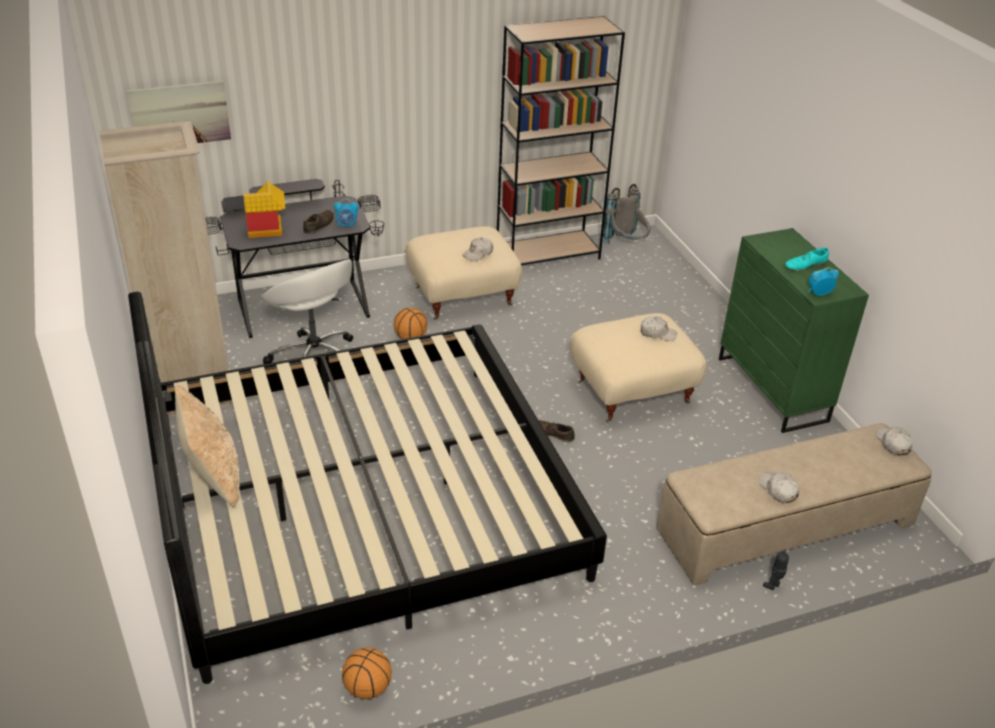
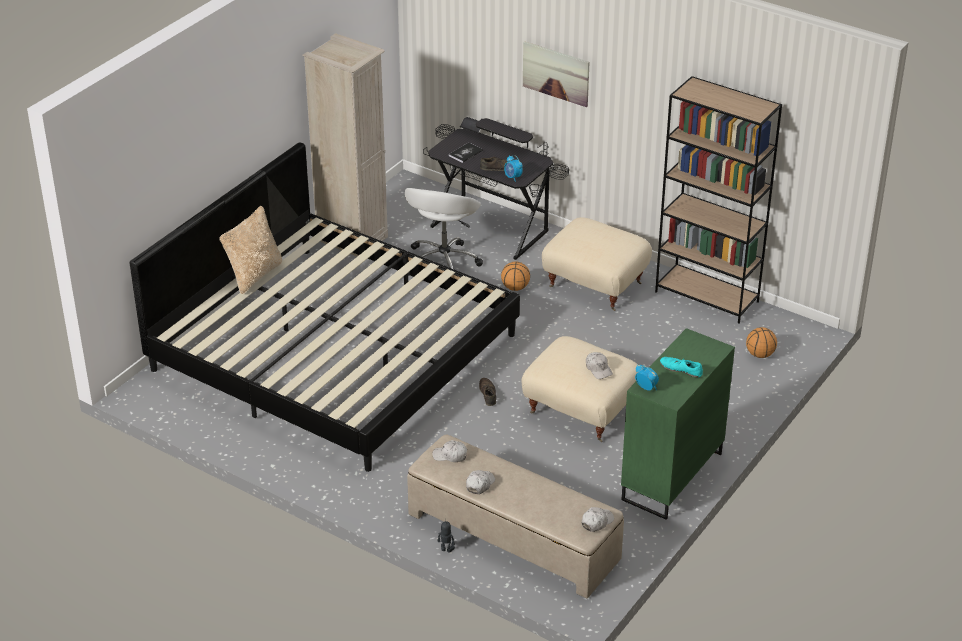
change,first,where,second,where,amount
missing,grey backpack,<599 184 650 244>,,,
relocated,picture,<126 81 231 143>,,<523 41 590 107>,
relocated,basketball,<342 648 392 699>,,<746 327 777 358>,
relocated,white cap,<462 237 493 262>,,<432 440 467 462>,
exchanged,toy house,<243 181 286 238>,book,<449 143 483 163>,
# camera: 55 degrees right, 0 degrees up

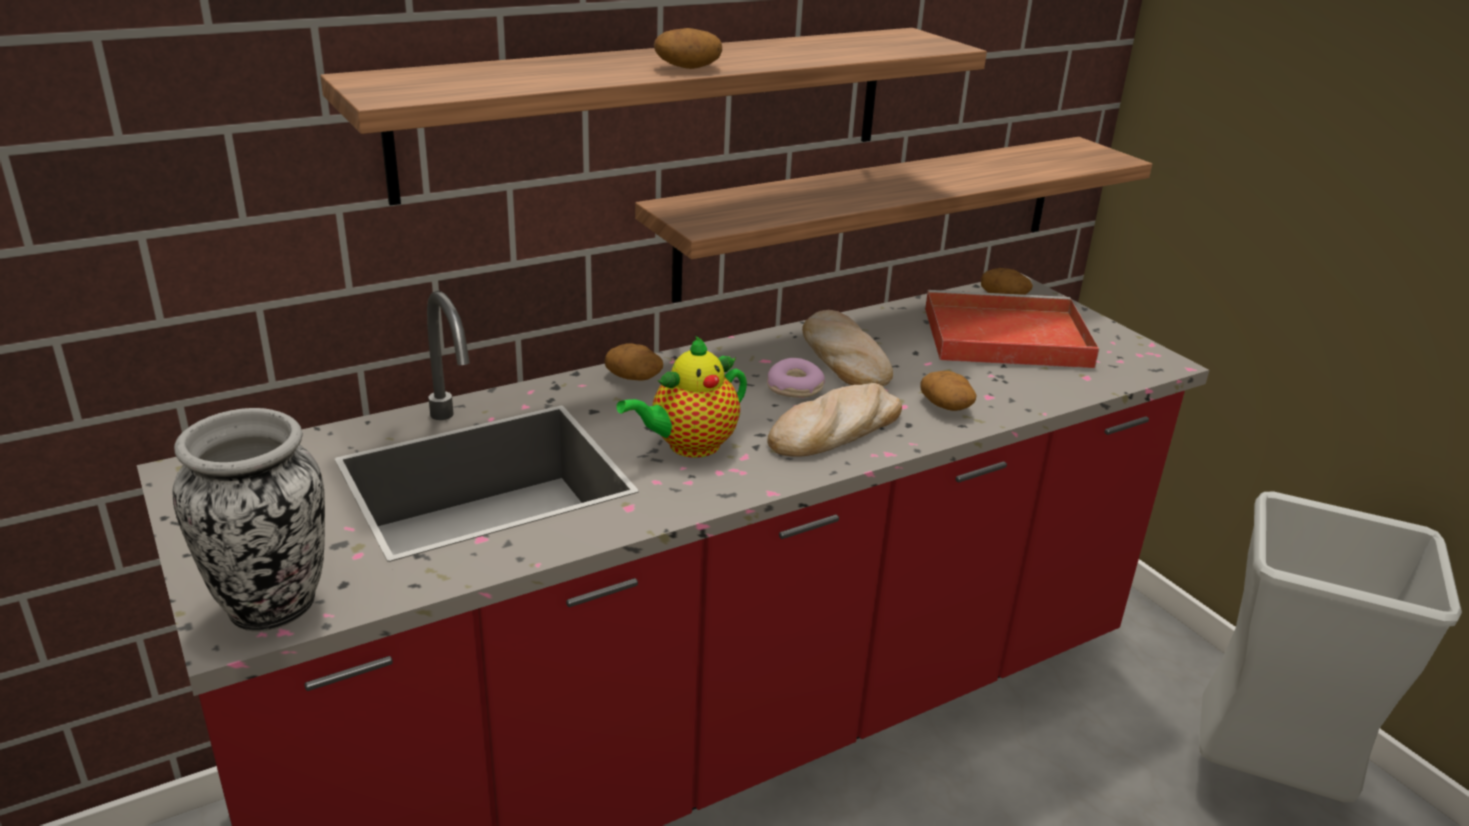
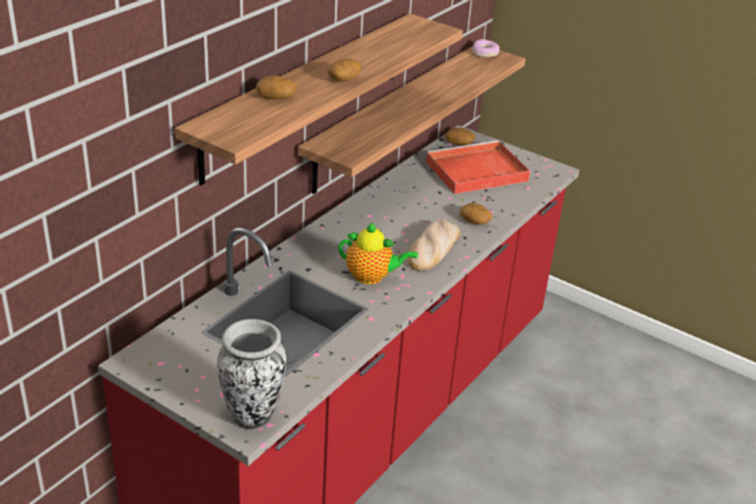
change,first,where,second,where,amount
missing,bread,<802 310 893 386>,,,
missing,grey trash can,<1199 492 1462 802>,,,
relocated,potato,<604 343 663 380>,,<256 76 297 99>,
relocated,donut,<767 358 825 398>,,<472 39 500 57>,
spun,teapot,<616 336 747 458>,,<338 222 418 285>,105 degrees counterclockwise
# camera: 25 degrees left, 5 degrees up

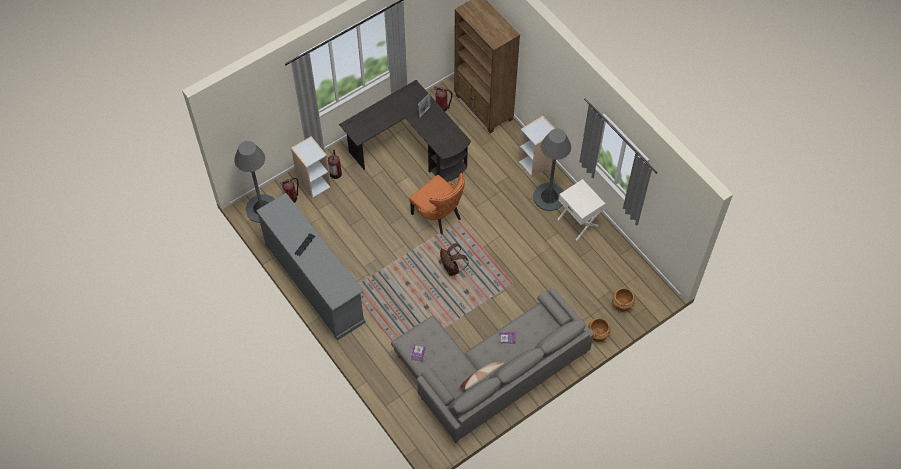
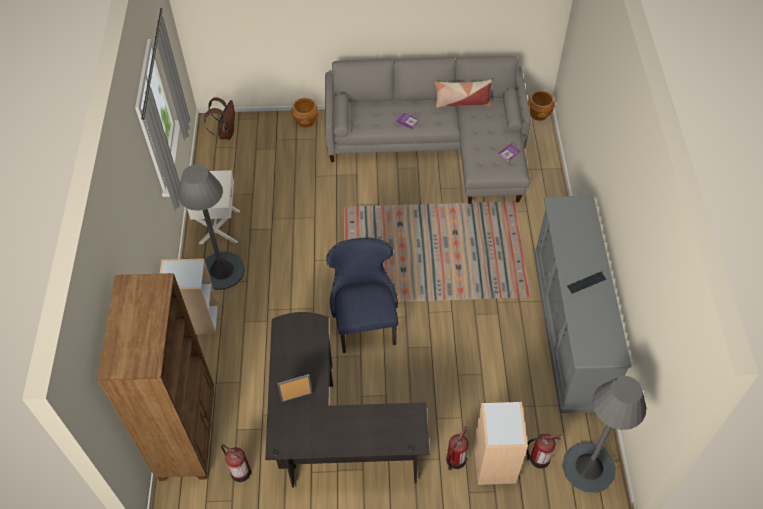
change,first,where,second,where,amount
relocated,brown backpack,<440 243 469 276>,,<204 97 236 140>,
relocated,brown planter,<612 288 635 312>,,<528 91 555 121>,
colour,orange chair,<409 173 465 235>,blue chair,<326 237 398 353>,
# camera: 145 degrees left, 5 degrees down

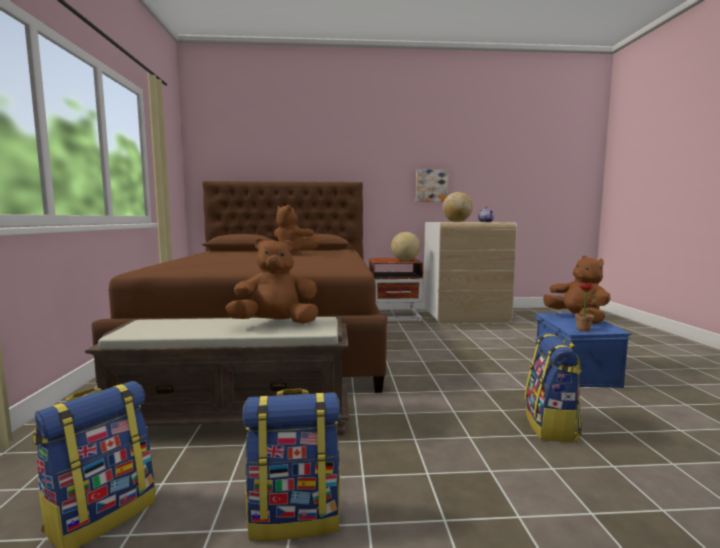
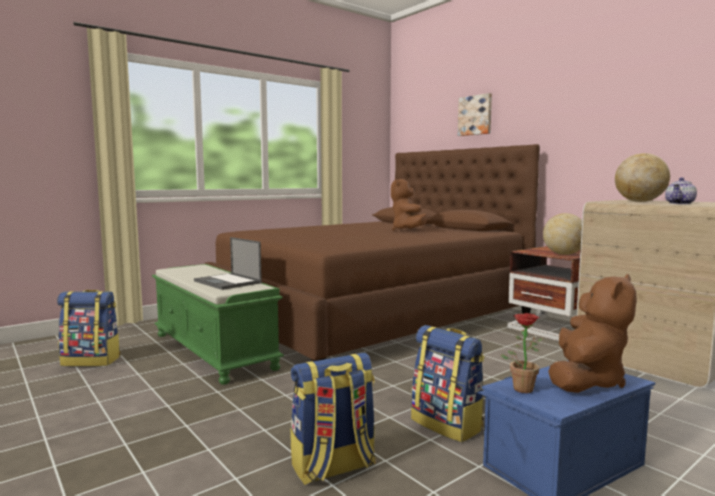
change,first,where,second,where,amount
relocated,backpack,<243 389 340 541>,,<411 325 484 442>,
relocated,picture,<416 169 449 202>,,<458 93 492 136>,
exchanged,brown plush toy,<225 238 319 324>,laptop,<194 237 262 290>,
colour,brown bench,<85 316 349 435>,green bench,<152 264 284 385>,
# camera: 55 degrees right, 0 degrees up

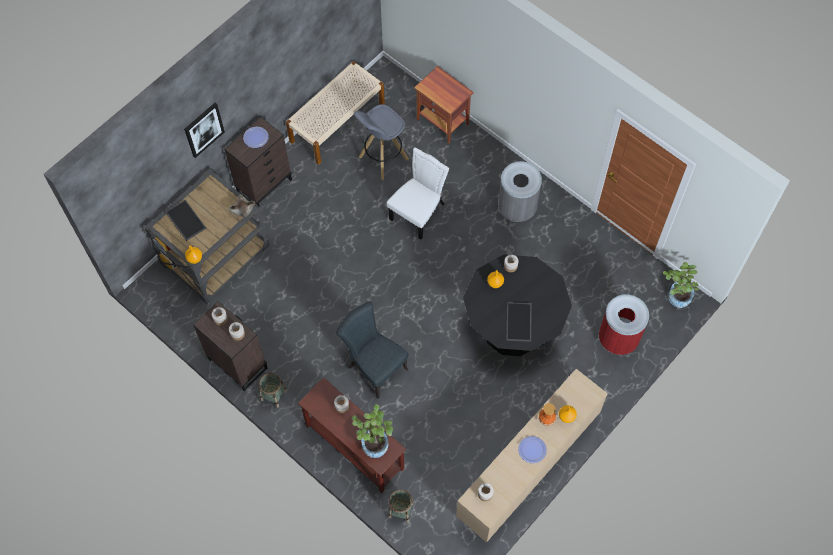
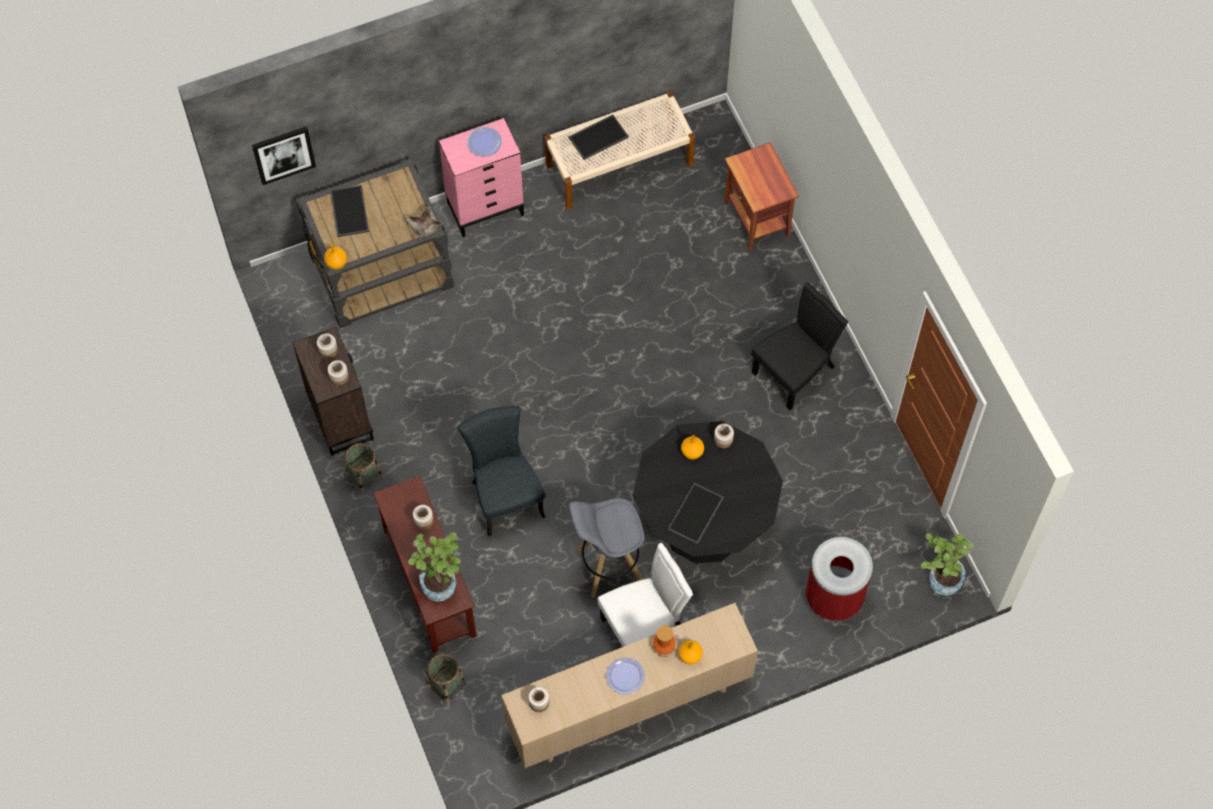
change,first,where,second,where,amount
appeared,,,tray,<568 114 629 160>,
relocated,picture,<184 103 225 158>,,<252 126 316 185>,
relocated,grey stool,<354 104 409 180>,,<569 498 645 598>,
relocated,white chair,<387 147 449 240>,,<597 543 693 647>,
exchanged,grey trash can,<498 161 542 222>,black chair,<751 282 848 410>,
colour,brown dresser,<224 117 292 207>,pink dresser,<439 118 524 237>,
# camera: 25 degrees right, 0 degrees up

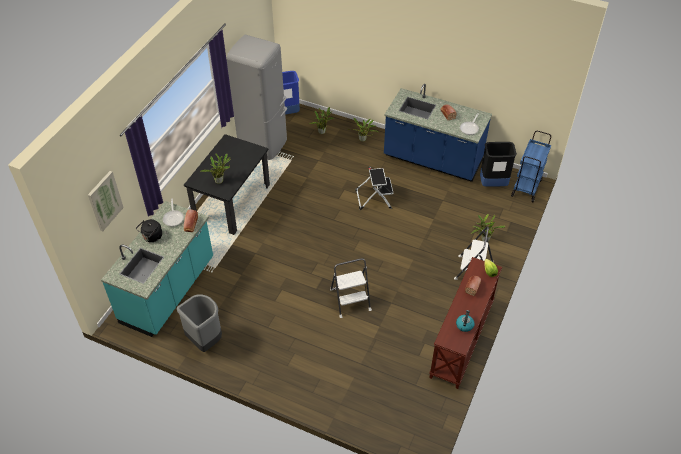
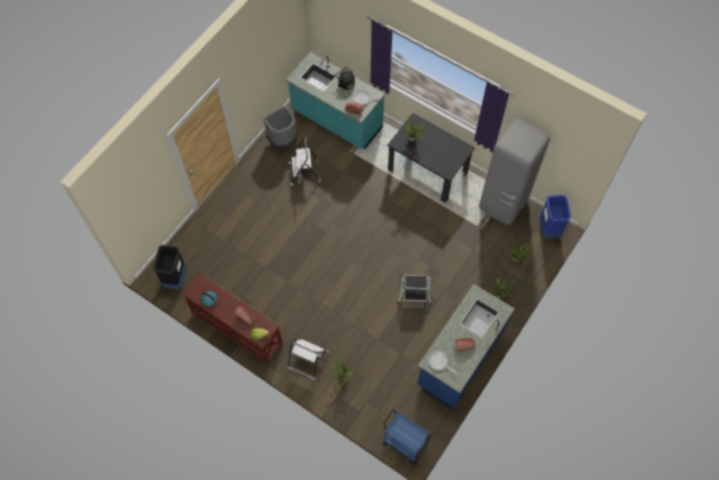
change,first,where,second,where,amount
missing,picture,<88 171 124 231>,,,
relocated,white step ladder,<330 258 372 318>,,<288 137 321 186>,
relocated,black trash can,<480 142 517 187>,,<153 245 186 289>,
# camera: 100 degrees right, 15 degrees up

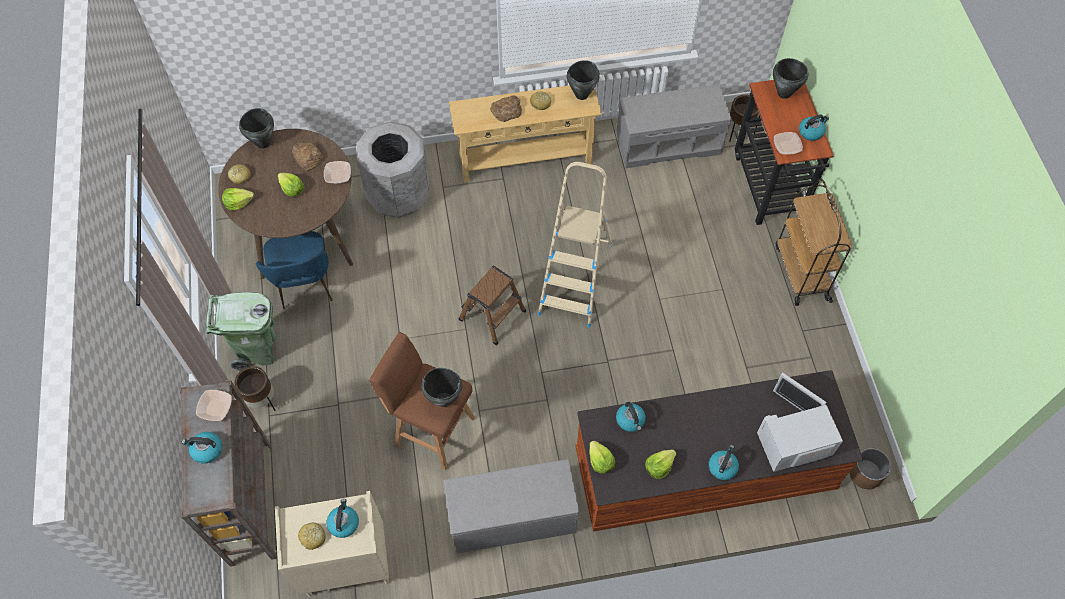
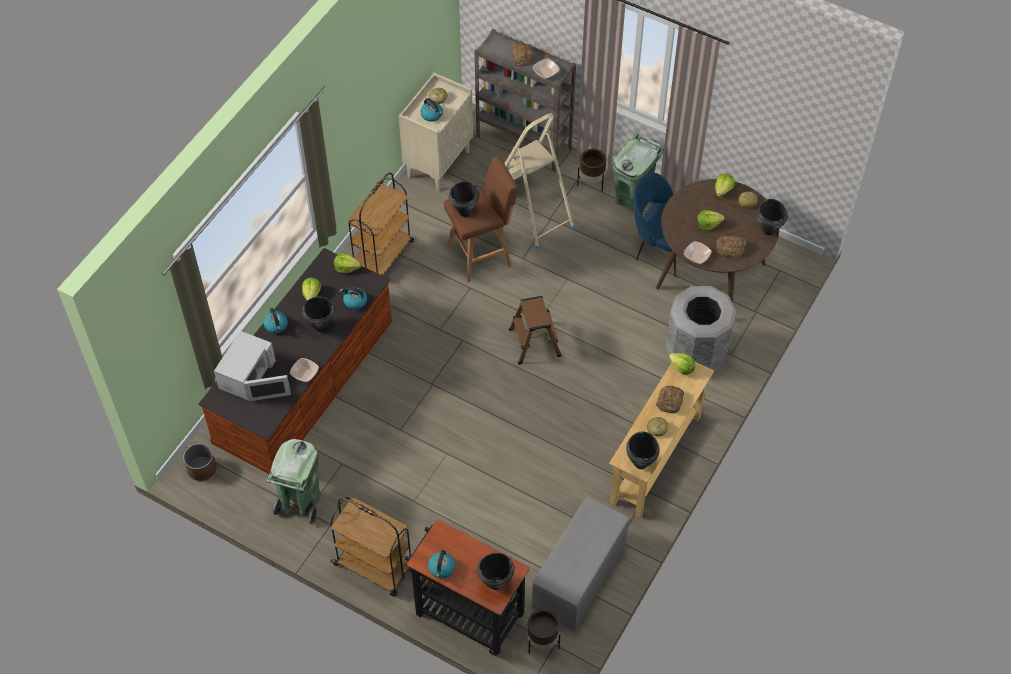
change,first,where,second,where,amount
appeared,,,green trash can,<266 439 320 525>,
appeared,,,black cooking pot,<302 297 336 332>,
appeared,,,lettuce,<669 353 695 375>,
relocated,beige step ladder,<538 162 613 327>,,<504 113 575 249>,
relocated,bowl,<774 132 803 155>,,<290 358 319 382>,
exchanged,kettle,<182 432 222 464>,bread,<511 41 535 66>,
exchanged,grey bench,<444 459 579 554>,brown cart,<348 173 414 275>,
# camera: 130 degrees right, 5 degrees down

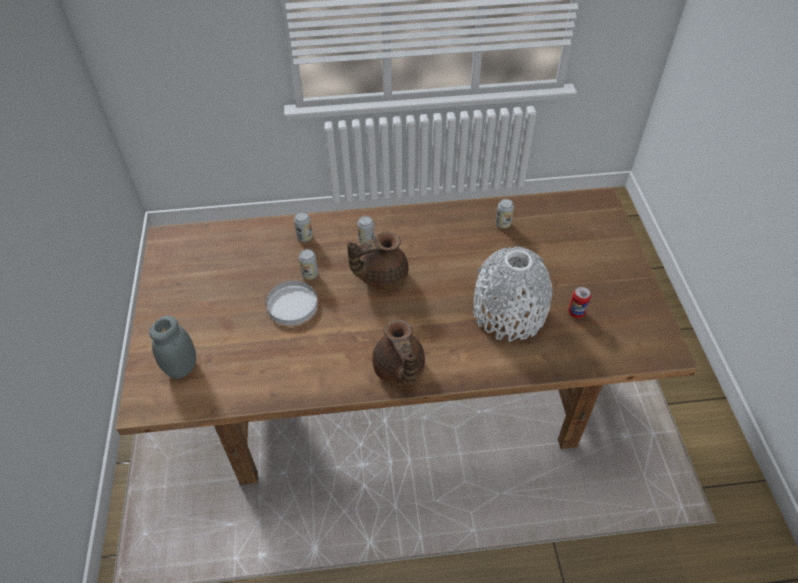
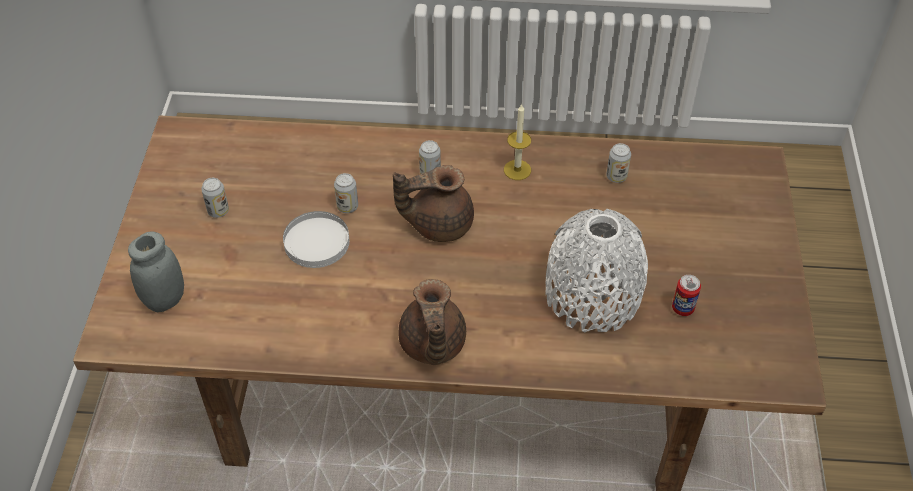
change,first,where,second,where,amount
appeared,,,candle,<504 104 531 180>,
relocated,can,<294 212 313 242>,,<201 178 229 218>,
# camera: 10 degrees right, 0 degrees up

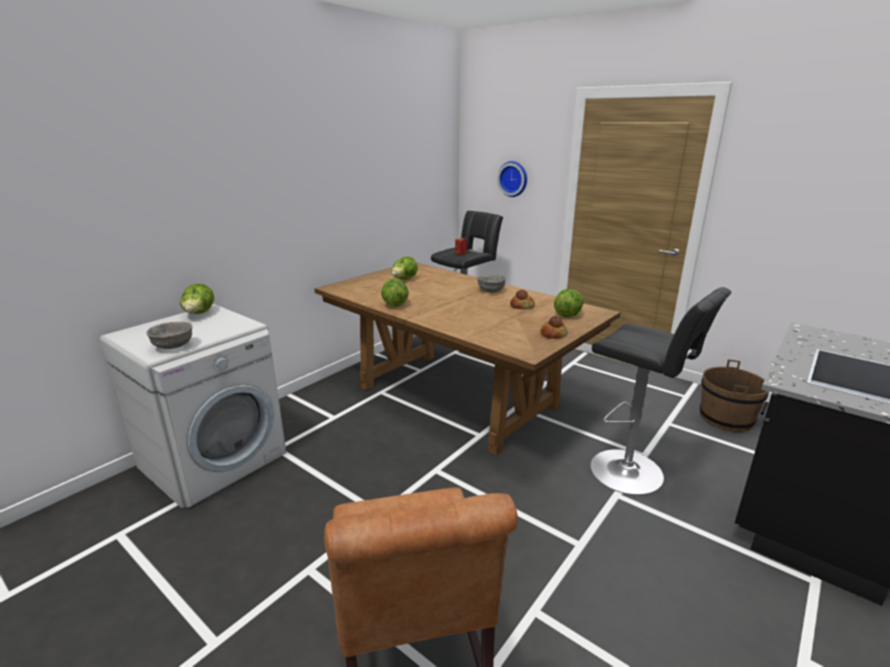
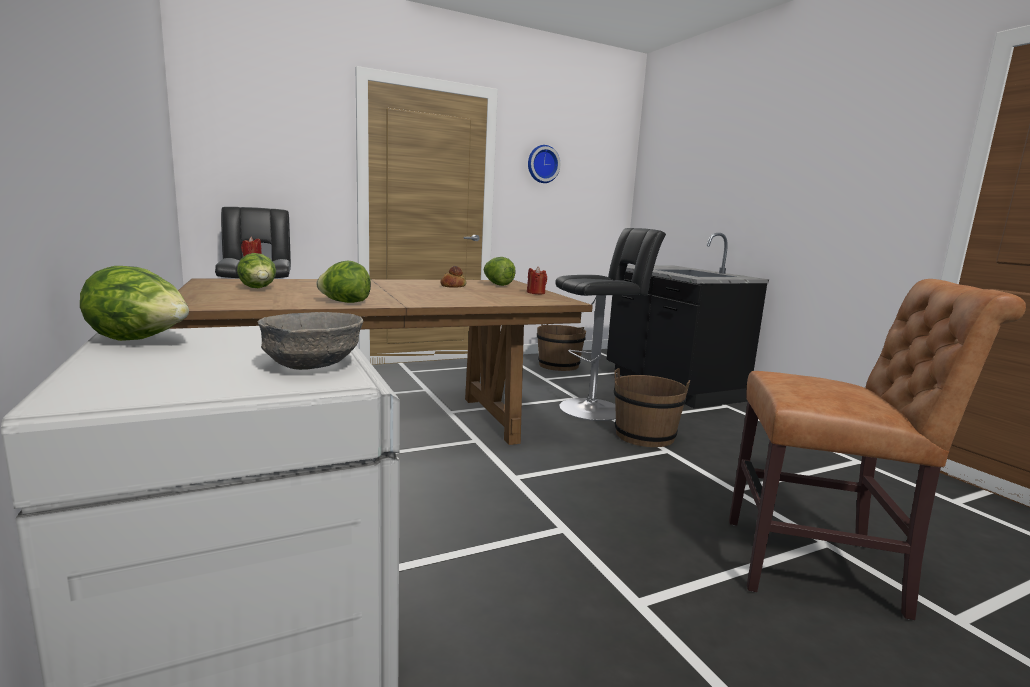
change,first,where,second,where,amount
missing,grey bowl,<477 274 506 293>,,,
appeared,,,brown bucket,<614 368 690 447>,
relocated,wall clock,<497 161 527 197>,,<528 145 560 183>,
exchanged,bread,<540 316 568 339>,red candle,<527 266 547 294>,
# camera: 65 degrees left, 10 degrees down

